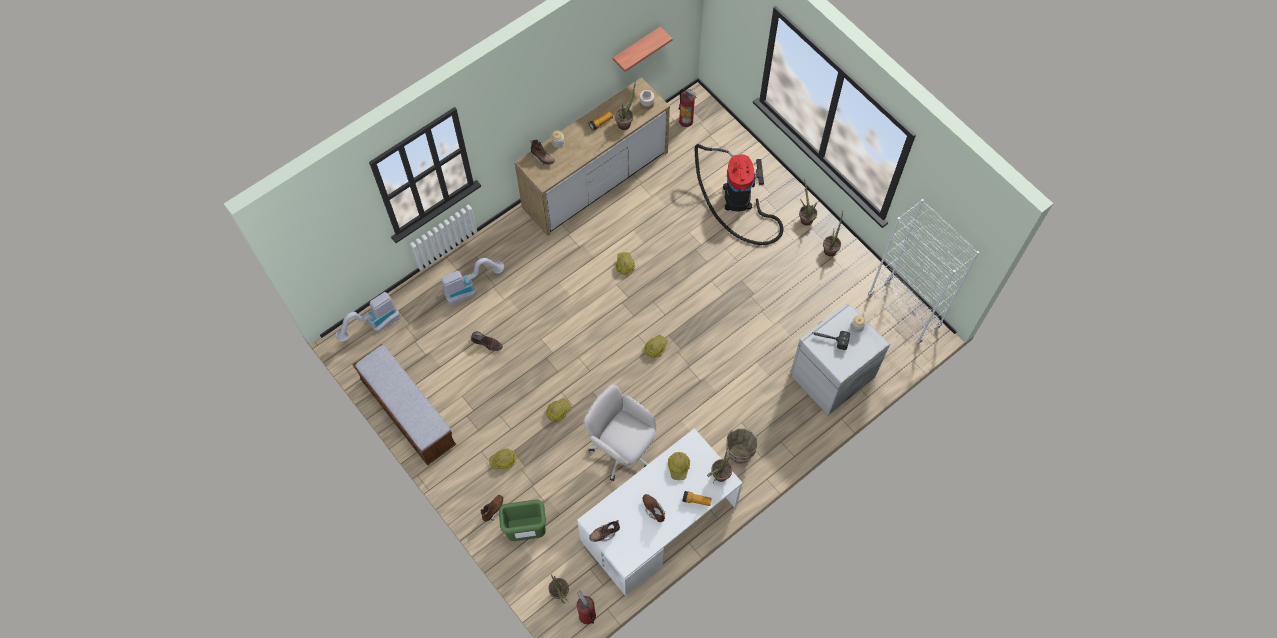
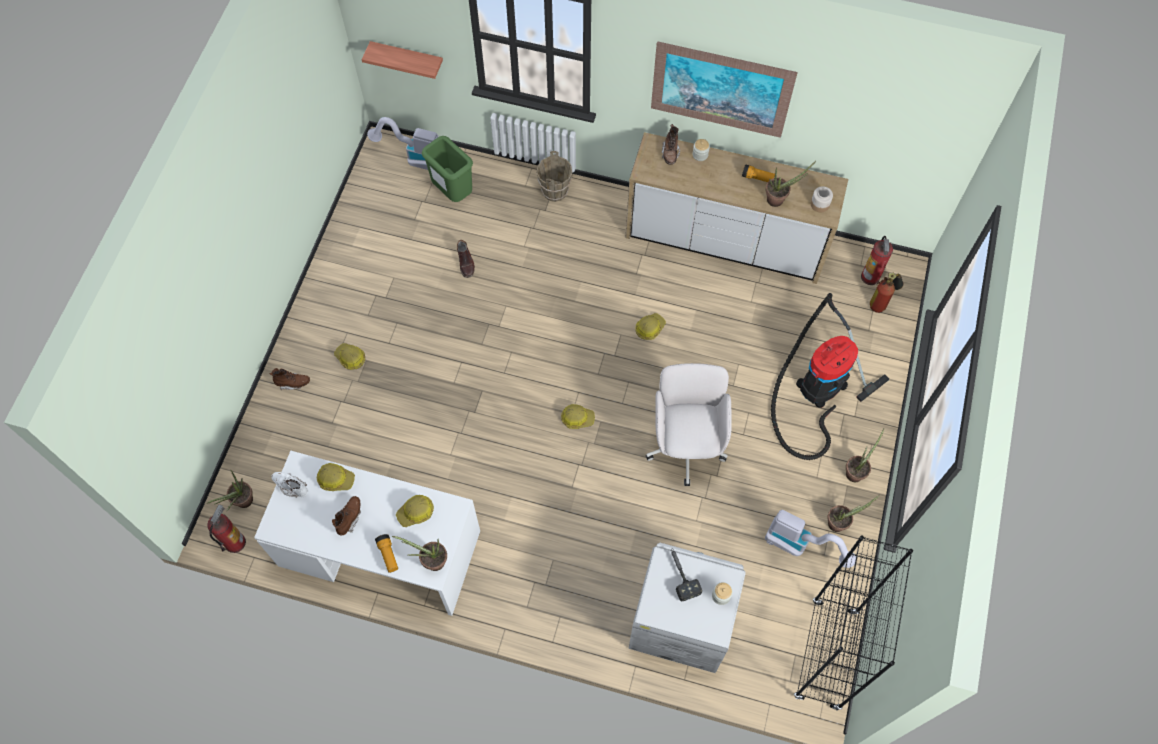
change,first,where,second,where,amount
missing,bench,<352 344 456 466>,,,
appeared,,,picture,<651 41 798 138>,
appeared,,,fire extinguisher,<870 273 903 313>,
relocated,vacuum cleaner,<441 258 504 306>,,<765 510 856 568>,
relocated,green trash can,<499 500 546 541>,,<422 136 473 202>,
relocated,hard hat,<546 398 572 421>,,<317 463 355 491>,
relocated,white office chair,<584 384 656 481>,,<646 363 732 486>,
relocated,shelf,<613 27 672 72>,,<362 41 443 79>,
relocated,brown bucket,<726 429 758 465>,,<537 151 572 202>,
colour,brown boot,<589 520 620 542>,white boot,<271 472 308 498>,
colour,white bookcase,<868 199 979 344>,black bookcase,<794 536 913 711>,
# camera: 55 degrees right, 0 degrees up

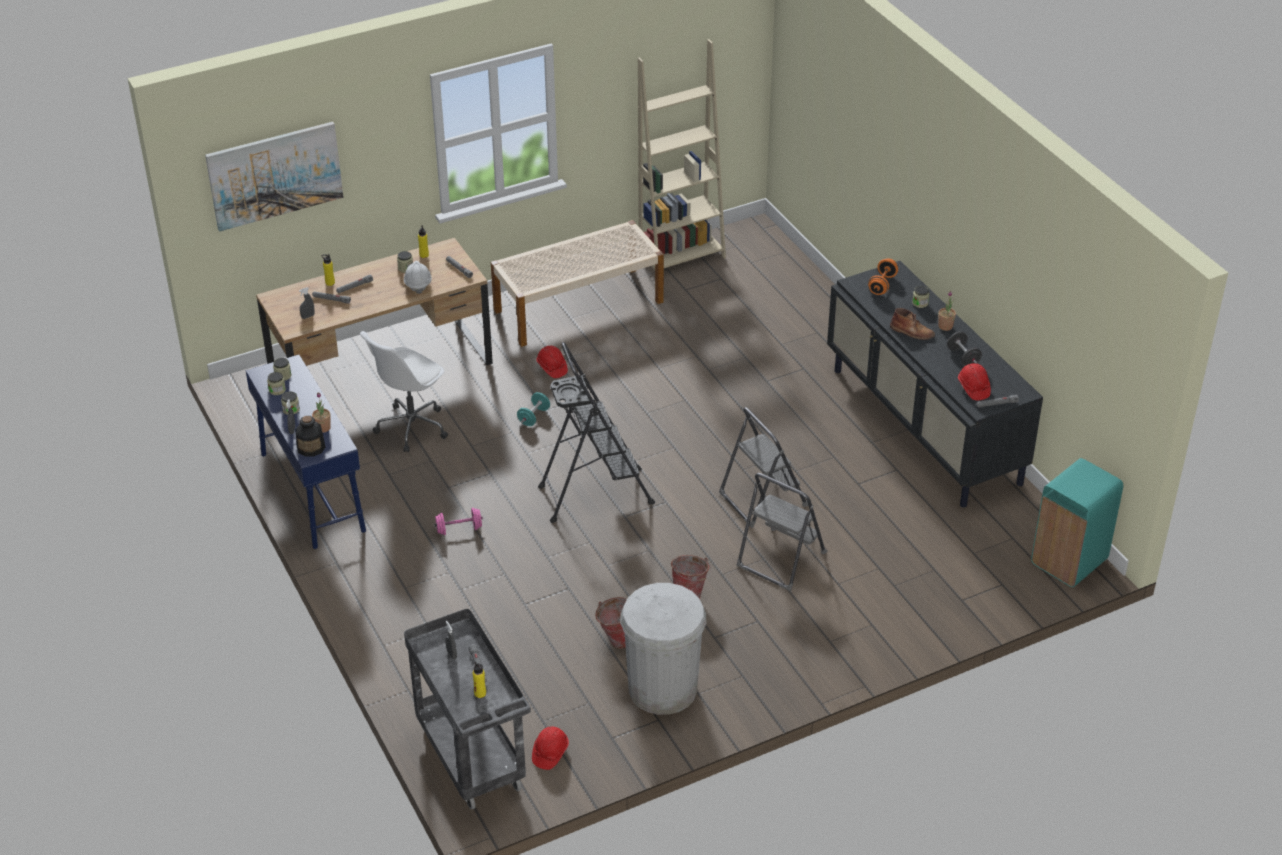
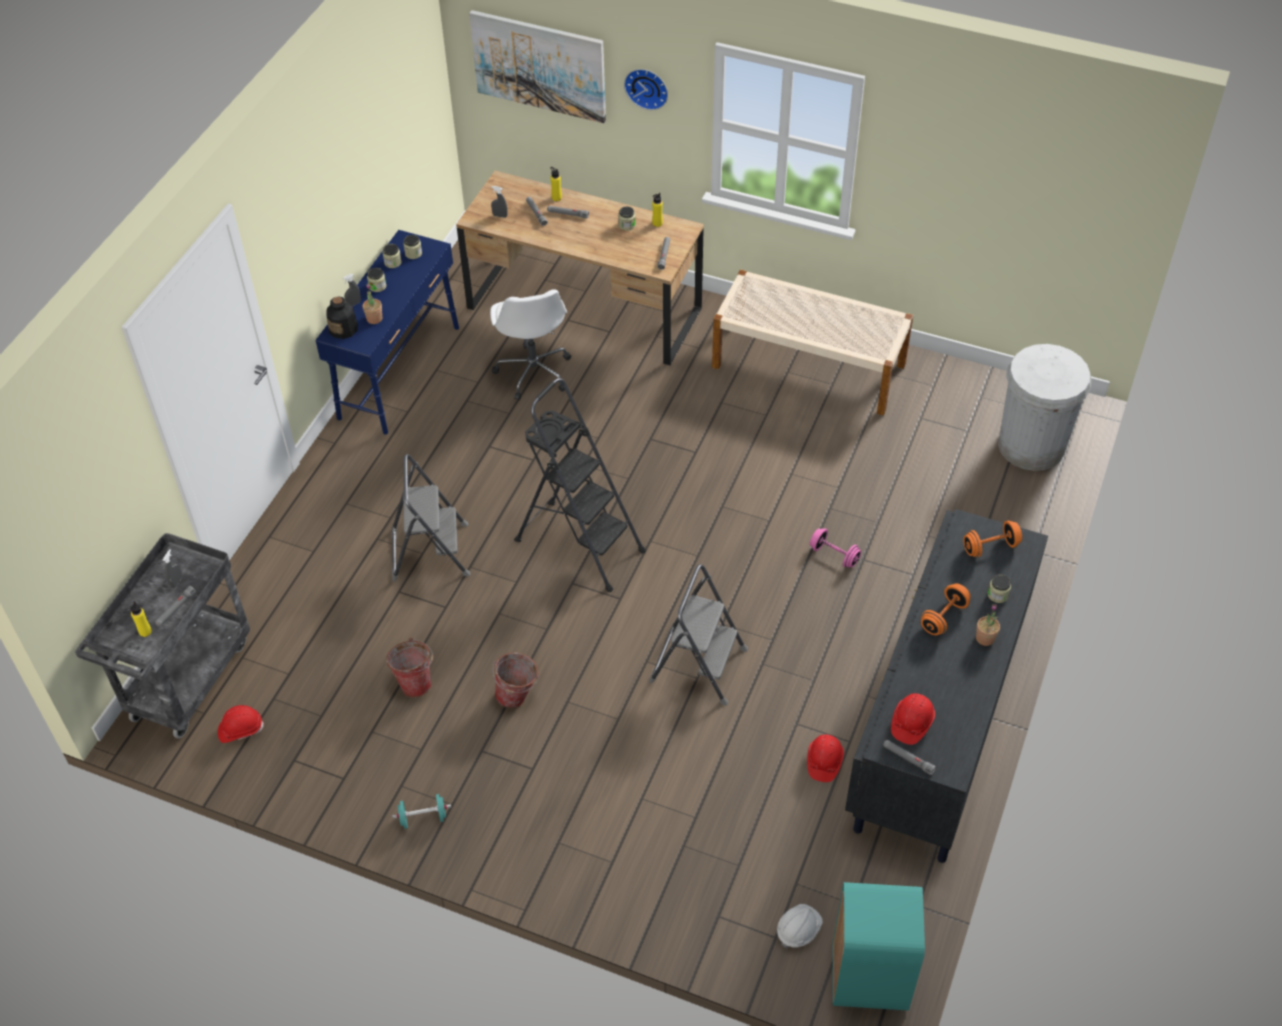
change,first,where,second,where,amount
missing,beige bookcase,<638 39 726 270>,,,
missing,black dumbbell,<947 331 982 366>,,,
appeared,,,wall clock,<624 69 668 110>,
relocated,white hard hat,<404 261 432 294>,,<777 904 823 949>,
relocated,pink dumbbell,<435 508 483 535>,,<810 529 861 568>,
relocated,turquoise dumbbell,<517 392 550 426>,,<392 794 451 829>,
relocated,red hard hat,<536 346 568 378>,,<807 735 844 782>,
relocated,white trash can,<620 583 706 715>,,<998 344 1091 471>,
relocated,grey step ladder,<736 473 828 591>,,<392 454 471 582>,
exchanged,brown boot,<890 308 935 340>,orange dumbbell,<921 584 971 635>,
spun,white office chair,<360 331 448 452>,,<490 289 571 400>,105 degrees counterclockwise
# camera: 50 degrees right, 10 degrees up

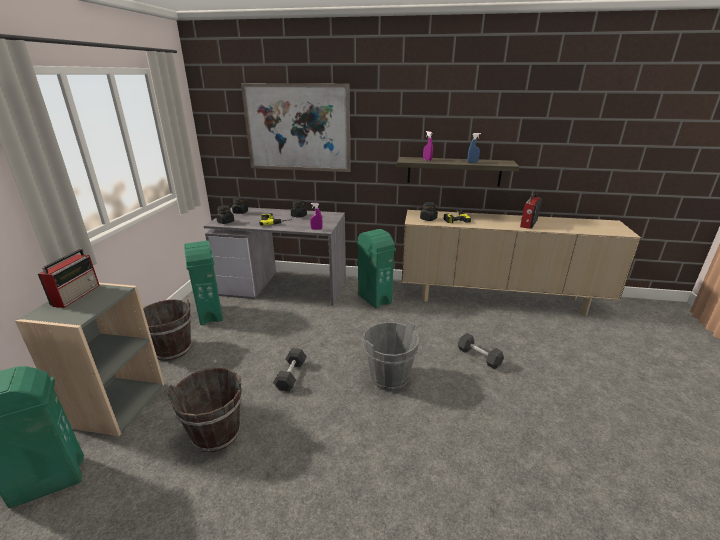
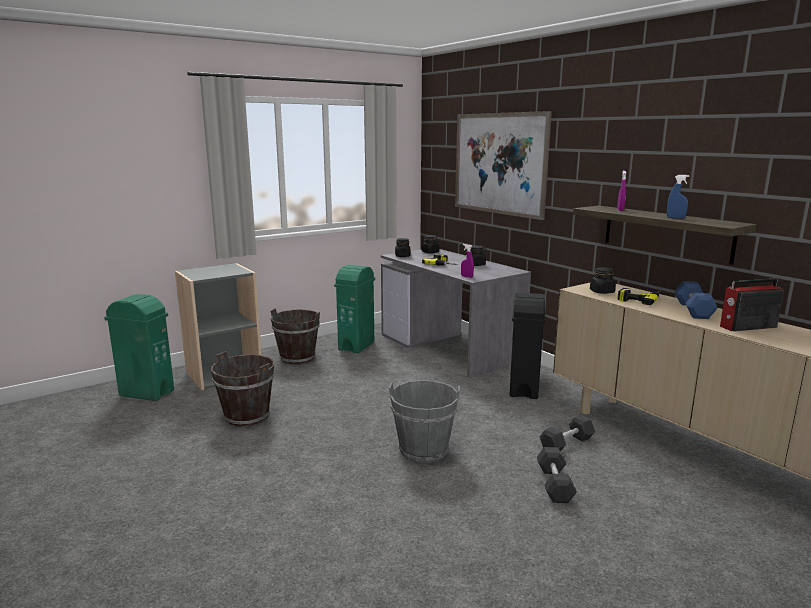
change,first,where,second,where,amount
missing,radio,<38 249 100 308>,,,
appeared,,,blue dumbbell,<675 281 718 319>,
relocated,black dumbbell,<273 348 307 392>,,<540 415 595 451>,
colour,green trash can,<356 229 396 308>,black trash can,<510 293 545 399>,
# camera: 45 degrees right, 10 degrees down

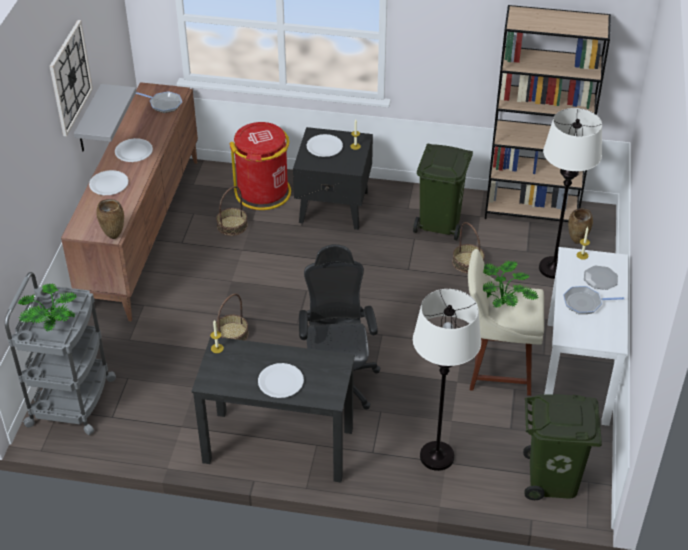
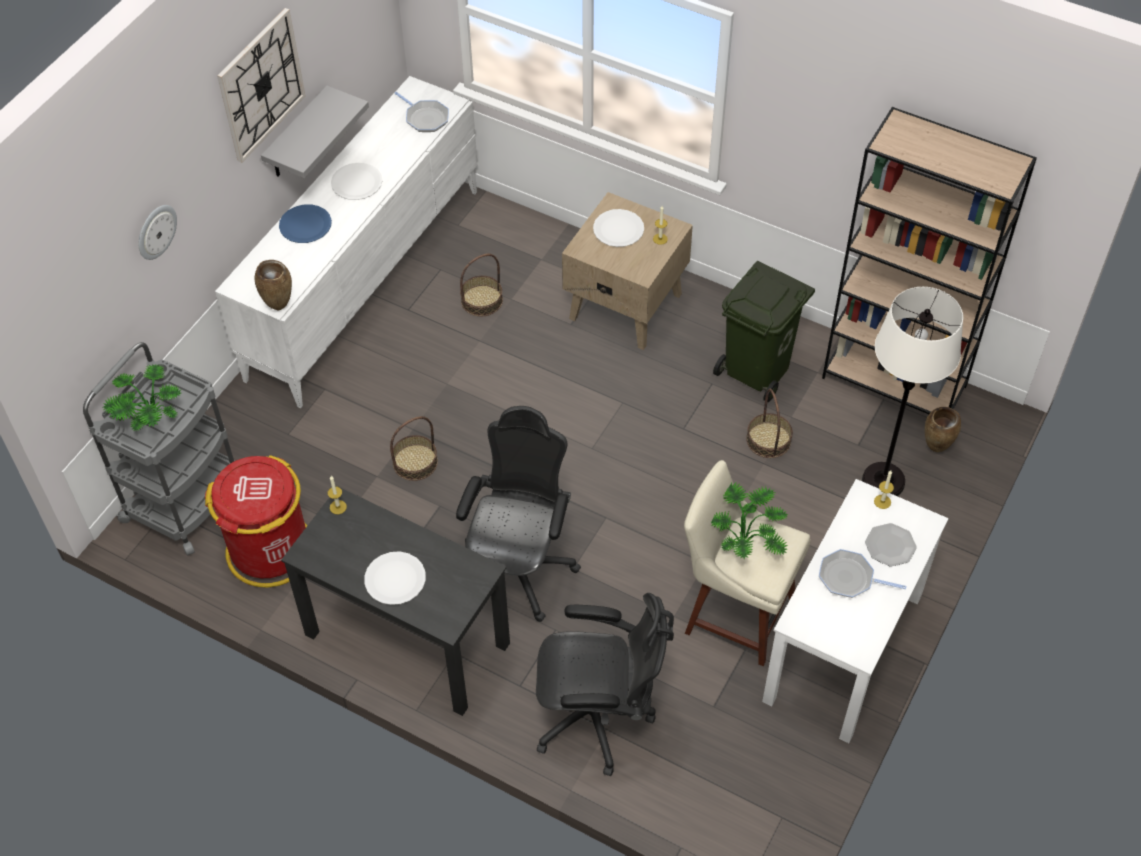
change,first,where,second,where,amount
missing,green trash can,<523 394 602 500>,,,
appeared,,,wall clock,<139 205 177 260>,
relocated,red trash can,<230 122 291 210>,,<205 455 307 588>,
exchanged,white floor lamp,<413 289 481 471>,office chair,<536 593 674 776>,
colour,brown cabinet,<61 82 198 321>,white cabinet,<215 76 478 408>,
colour,white plate,<89 170 129 195>,blue plate,<279 204 332 243>,
colour,black nightstand,<293 127 373 230>,beige nightstand,<562 192 693 350>,
# camera: 20 degrees right, 10 degrees up

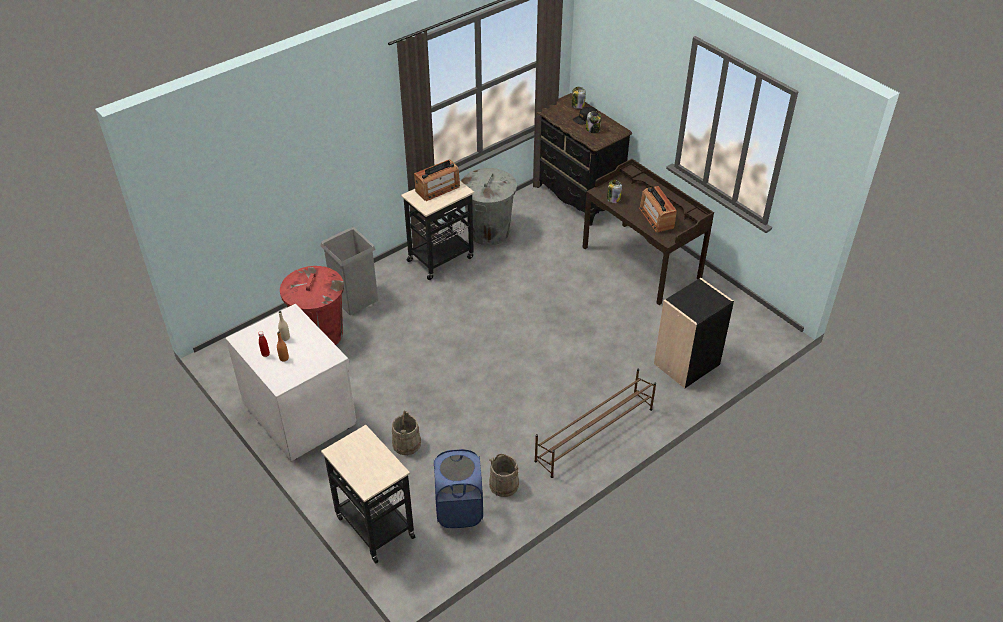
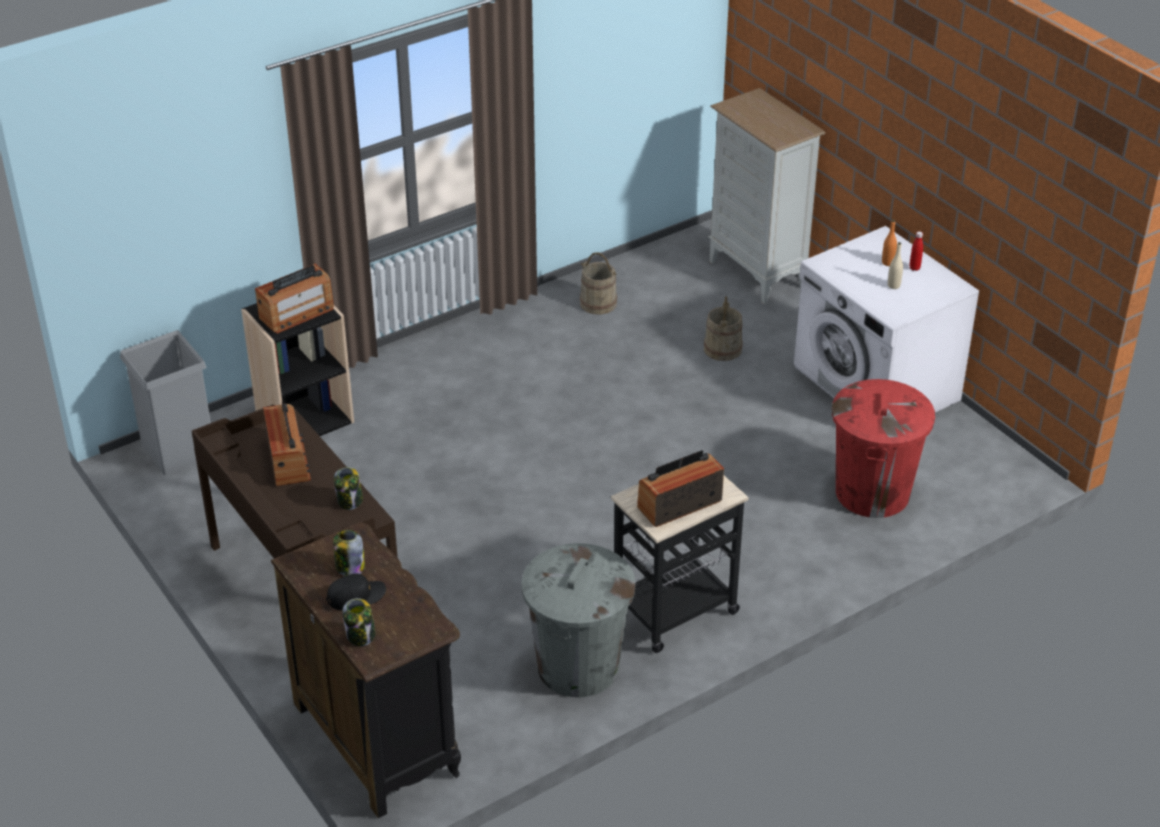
change,first,where,second,where,amount
missing,blue laundry basket,<434 449 483 528>,,,
missing,brown shoe rack,<534 369 656 478>,,,
appeared,,,radio,<255 264 334 333>,
relocated,grey trash can,<321 227 378 315>,,<120 330 211 475>,
exchanged,cart,<321 425 415 563>,white dresser,<708 88 825 304>,
# camera: 175 degrees left, 5 degrees down

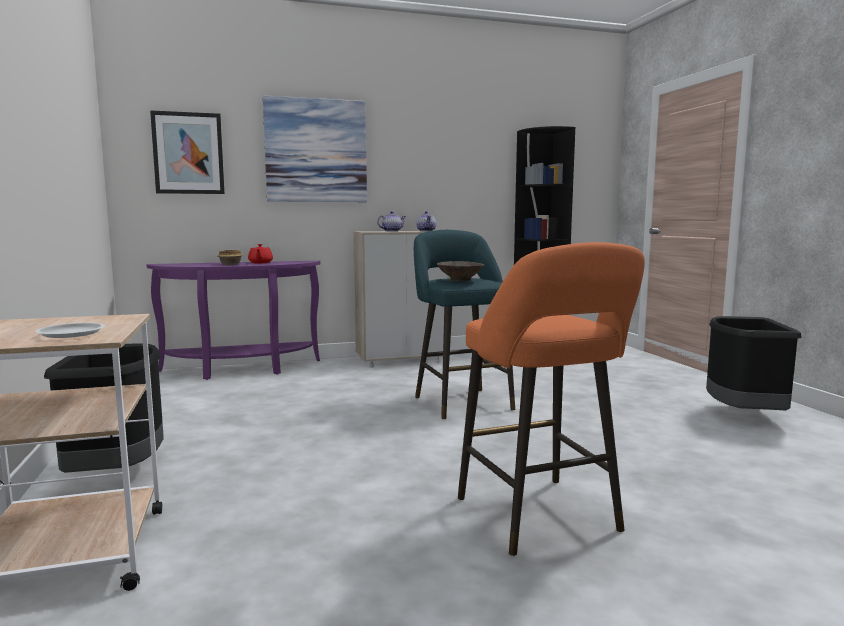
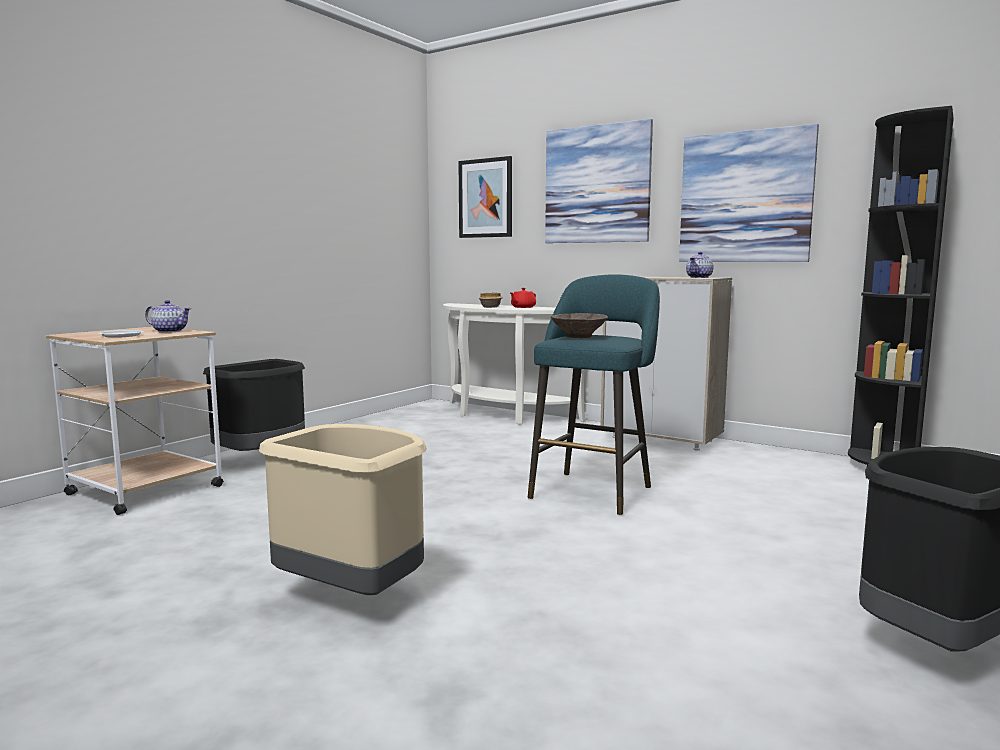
change,first,where,second,where,amount
appeared,,,picture,<679 124 819 262>,
relocated,teapot,<377 211 406 231>,,<145 300 191 333>,
exchanged,orange stool,<458 242 645 556>,beige trash can,<259 424 427 595>,
colour,purple console table,<146 261 321 380>,white console table,<443 303 586 425>,
# camera: 50 degrees right, 0 degrees up

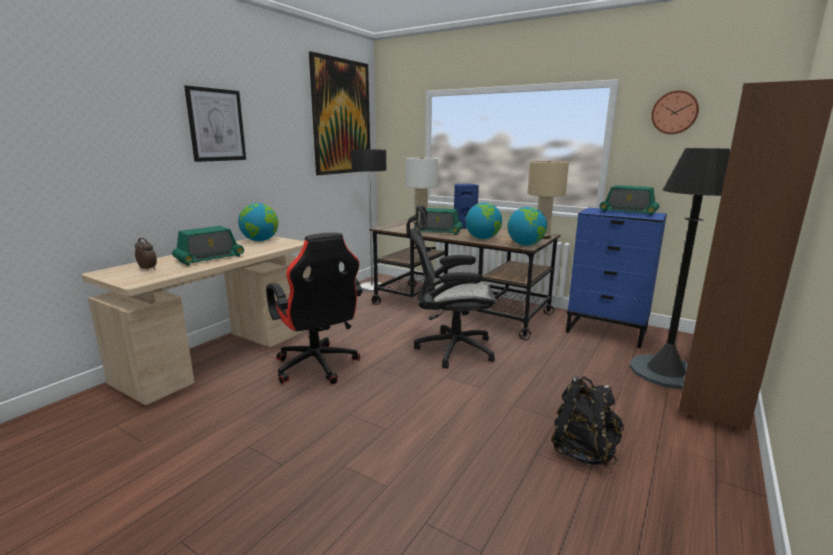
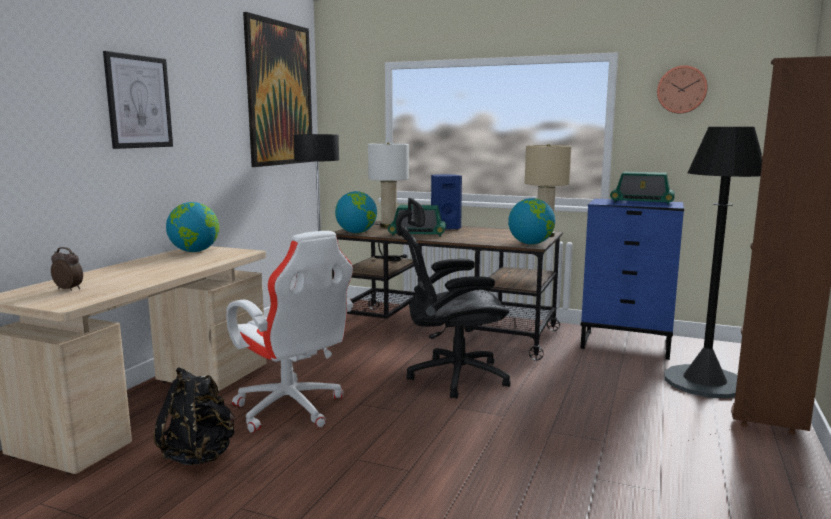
change,first,where,second,where,amount
missing,radio,<172 226 244 266>,,,
relocated,globe,<466 203 502 239>,,<335 191 377 233>,
relocated,black backpack,<551 376 624 467>,,<154 367 235 465>,
colour,black office chair,<266 232 362 384>,white office chair,<226 231 353 433>,
# camera: 10 degrees left, 5 degrees down

